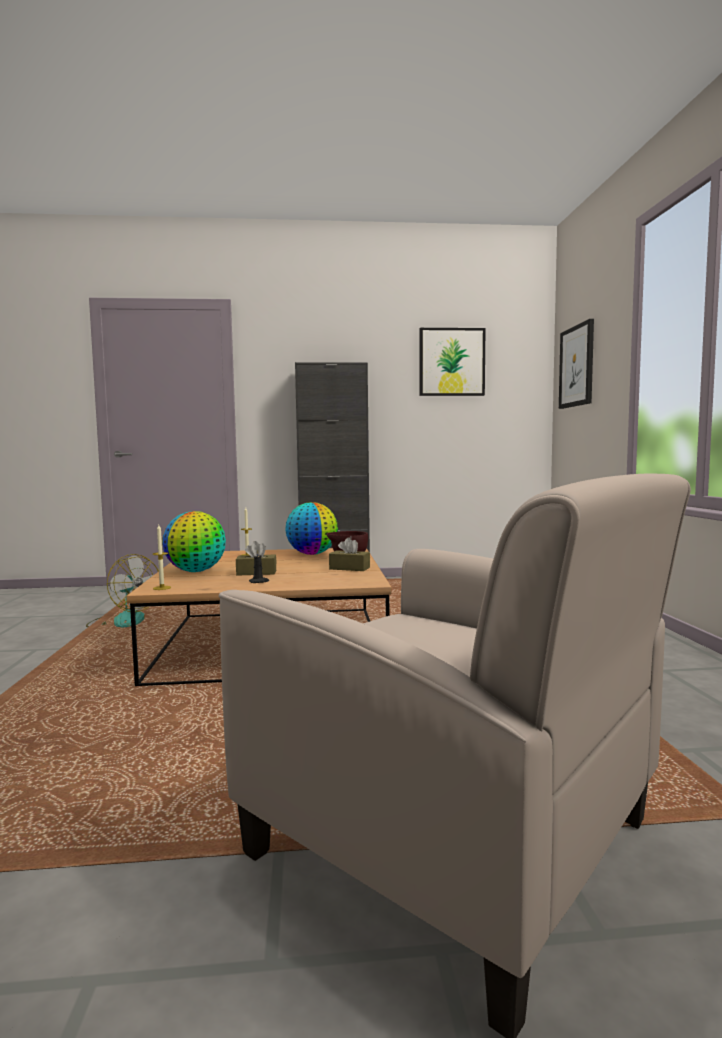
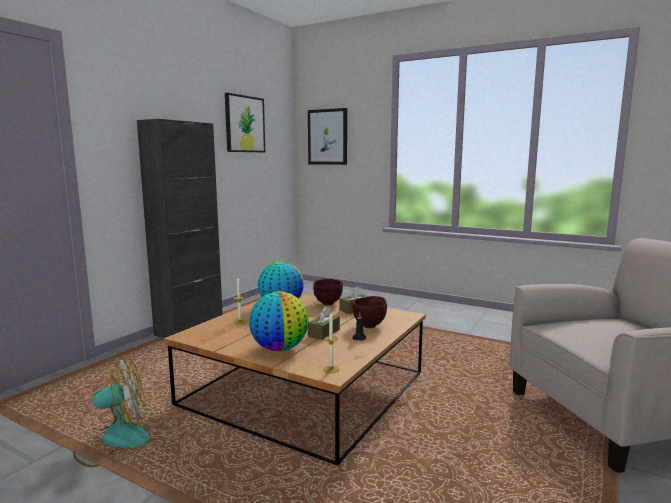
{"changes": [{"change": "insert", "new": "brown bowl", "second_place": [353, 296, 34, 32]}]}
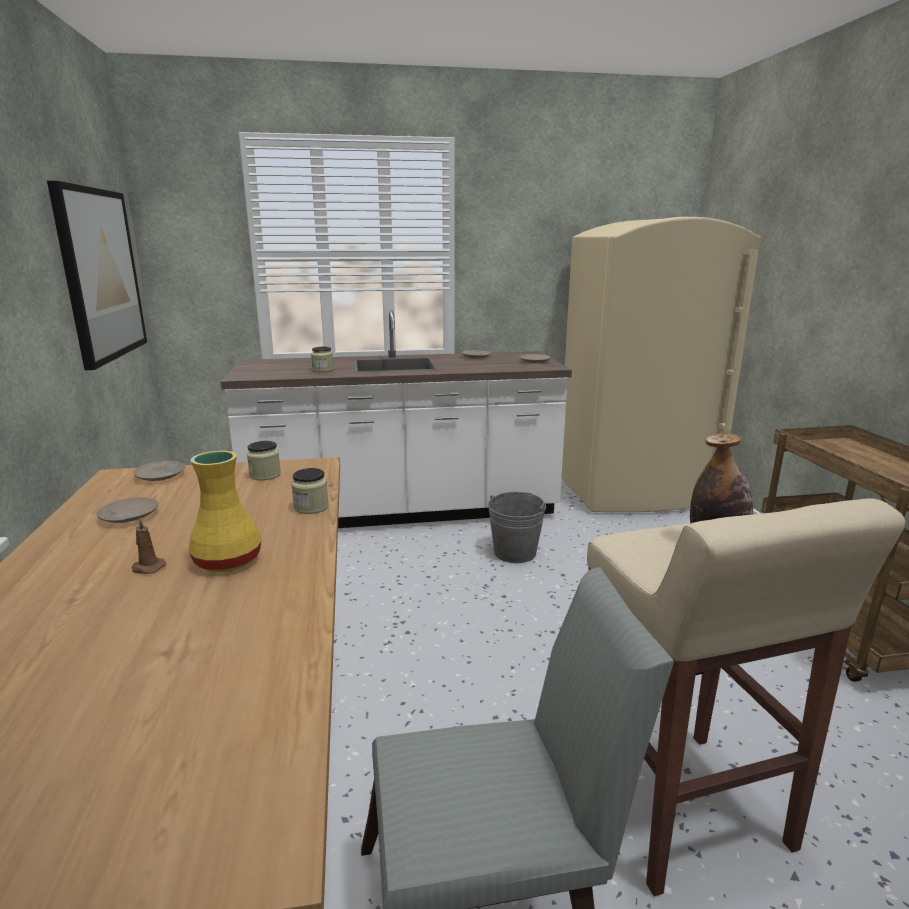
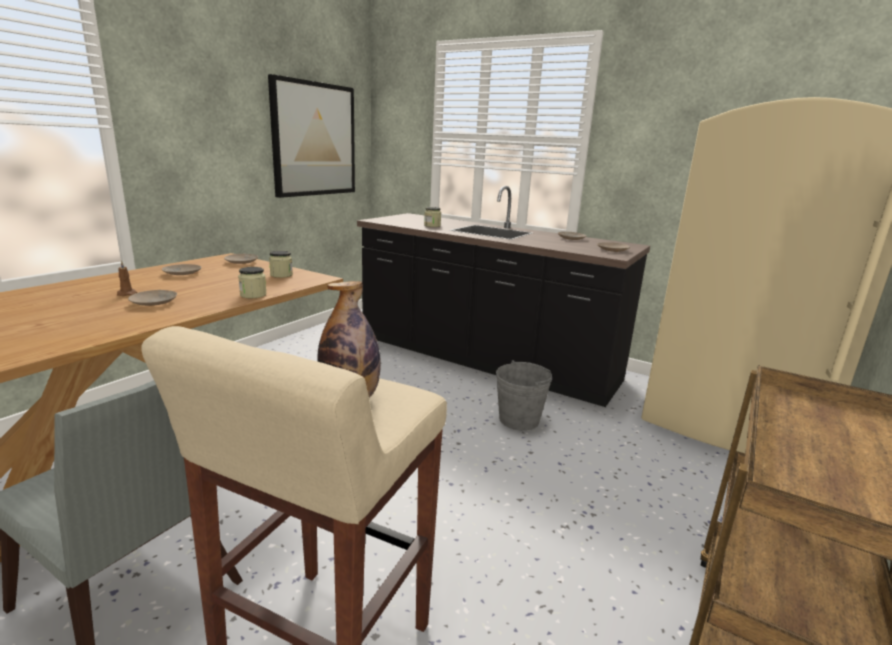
{"changes": [{"change": "replace", "old": "yellow vase", "new": "beige plate", "first_place": [189, 451, 73, 121], "second_place": [128, 290, 49, 16]}, {"change": "recolor", "old": "white counter", "new": "black counter", "first_place": [221, 310, 351, 218], "second_place": [357, 186, 293, 221]}]}
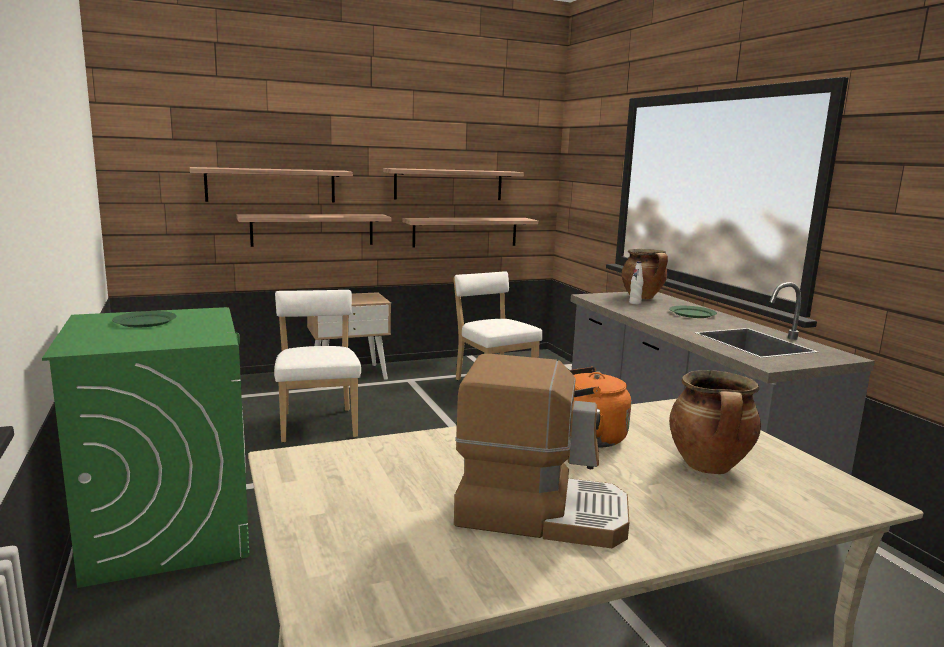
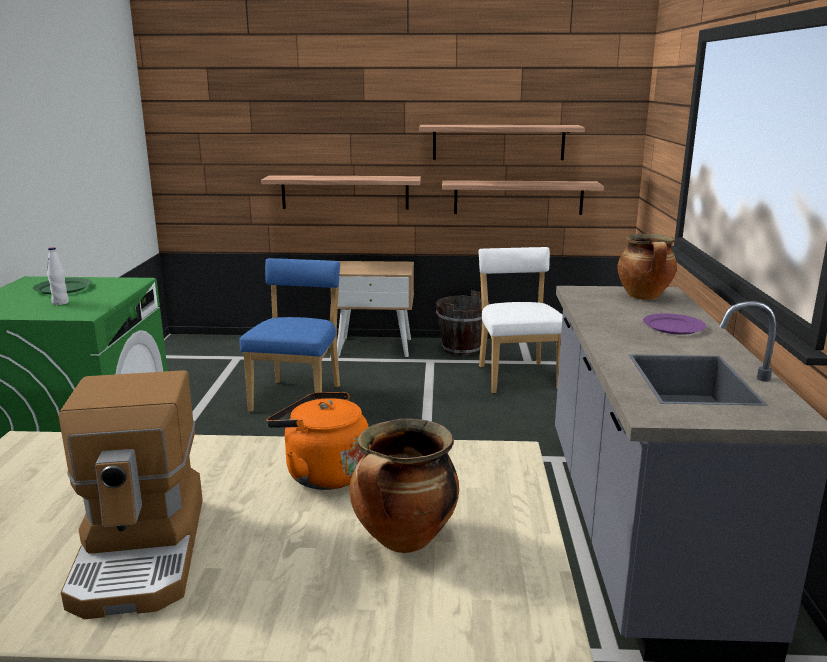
{"changes": [{"change": "delete", "old": "shelf", "first_place": [190, 167, 163, 35]}, {"change": "insert", "new": "brown bucket", "second_place": [436, 290, 54, 65]}, {"change": "move", "old": "white bottle", "first_place": [629, 261, 14, 43], "second_place": [47, 247, 22, 58]}, {"change": "recolor", "old": "white chair", "new": "blue chair", "first_place": [274, 290, 87, 153], "second_place": [239, 258, 101, 154]}, {"change": "recolor", "old": "green plate", "new": "purple plate", "first_place": [669, 306, 48, 12], "second_place": [643, 313, 63, 22]}, {"change": "rotate", "old": "coffee machine", "first_place": [454, 354, 175, 194], "second_place": [59, 370, 144, 249], "degrees": 45}]}
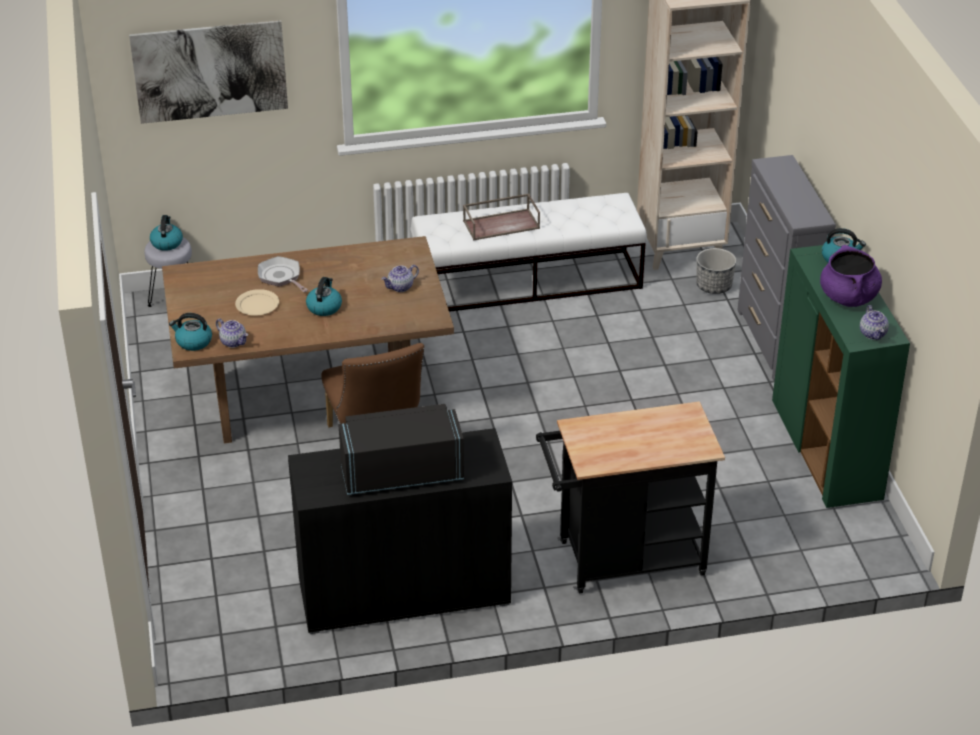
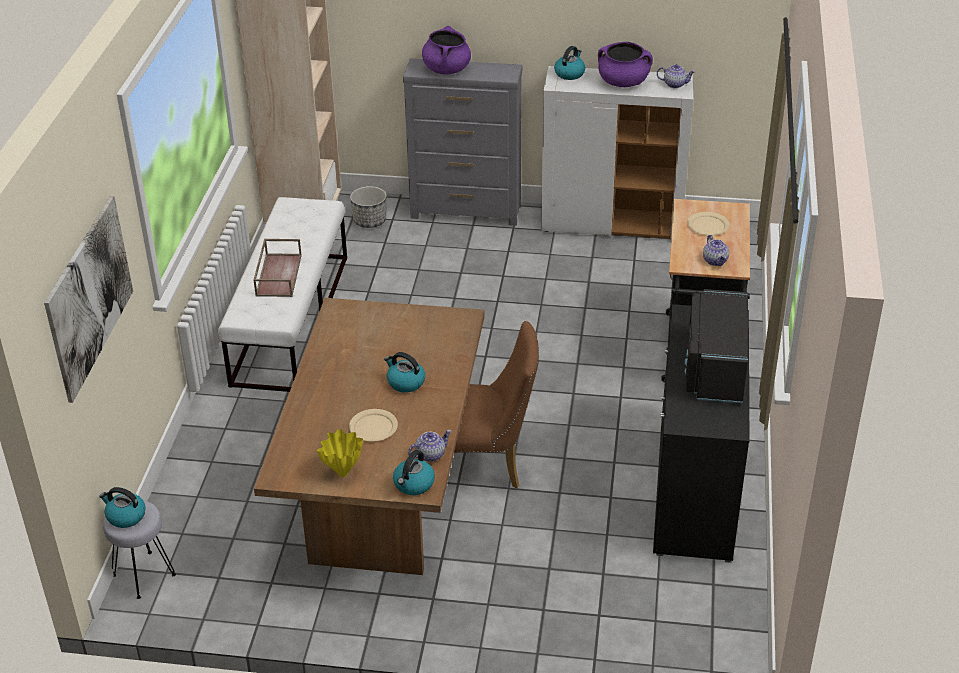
{"changes": [{"change": "delete", "old": "frying pan", "first_place": [258, 256, 50, 36]}, {"change": "insert", "new": "yellow vase", "second_place": [317, 429, 46, 48]}, {"change": "insert", "new": "purple cooking pot", "second_place": [422, 26, 49, 49]}, {"change": "insert", "new": "beige plate", "second_place": [687, 212, 43, 23]}, {"change": "move", "old": "teapot", "first_place": [381, 265, 38, 27], "second_place": [703, 235, 26, 31]}, {"change": "recolor", "old": "green cabinet", "new": "white cabinet", "first_place": [772, 245, 138, 263], "second_place": [541, 66, 152, 174]}]}
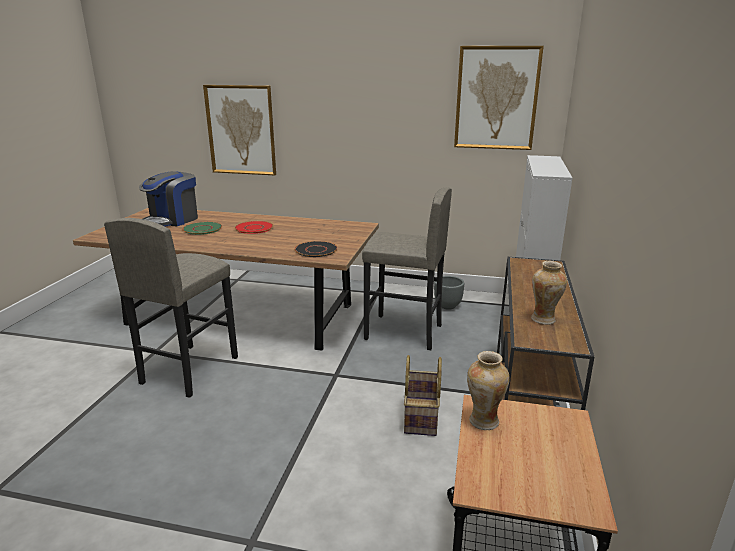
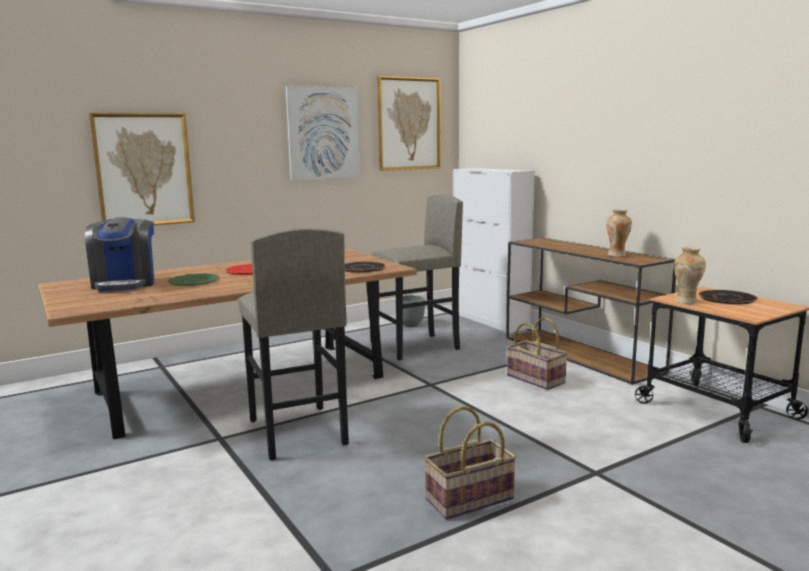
{"changes": [{"change": "insert", "new": "picture", "second_place": [286, 86, 74, 94]}, {"change": "insert", "new": "basket", "second_place": [424, 406, 92, 114]}, {"change": "insert", "new": "black plate", "second_place": [698, 290, 60, 14]}]}
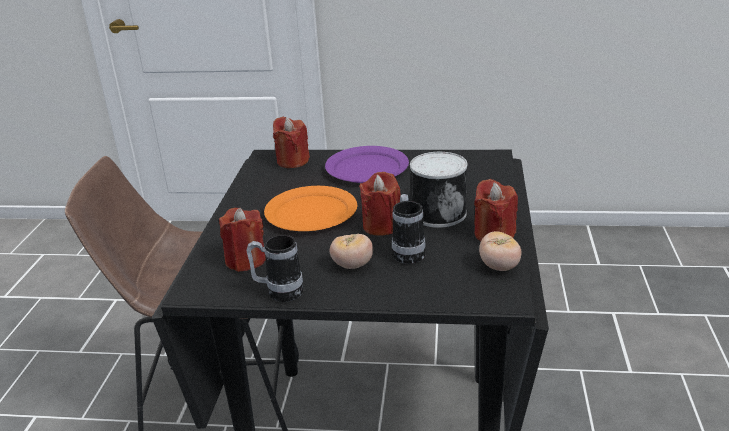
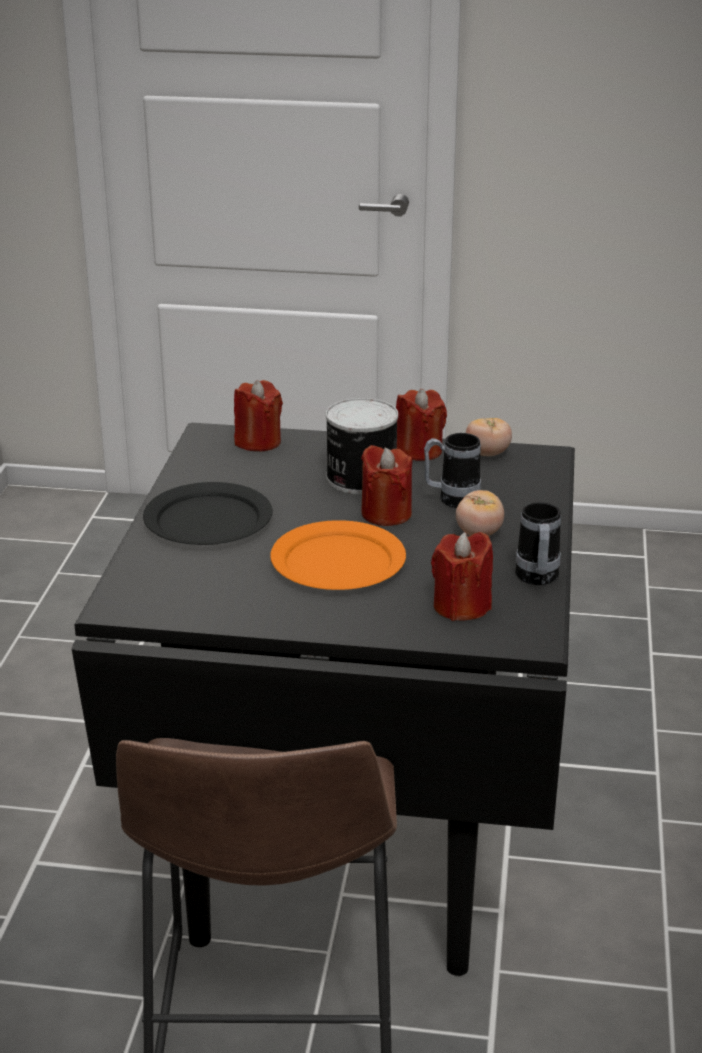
{"changes": [{"change": "move", "old": "red candle", "first_place": [273, 117, 37, 51], "second_place": [234, 380, 49, 71]}, {"change": "recolor", "old": "purple plate", "new": "black plate", "first_place": [325, 146, 84, 37], "second_place": [143, 482, 130, 63]}]}
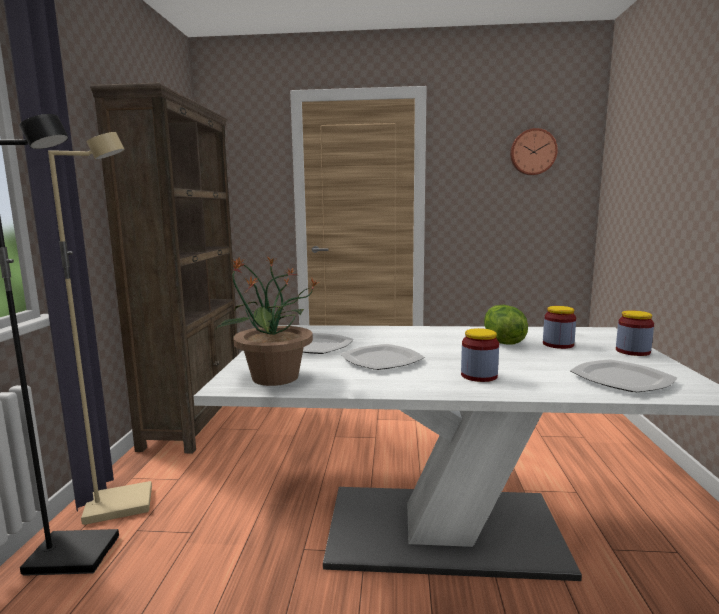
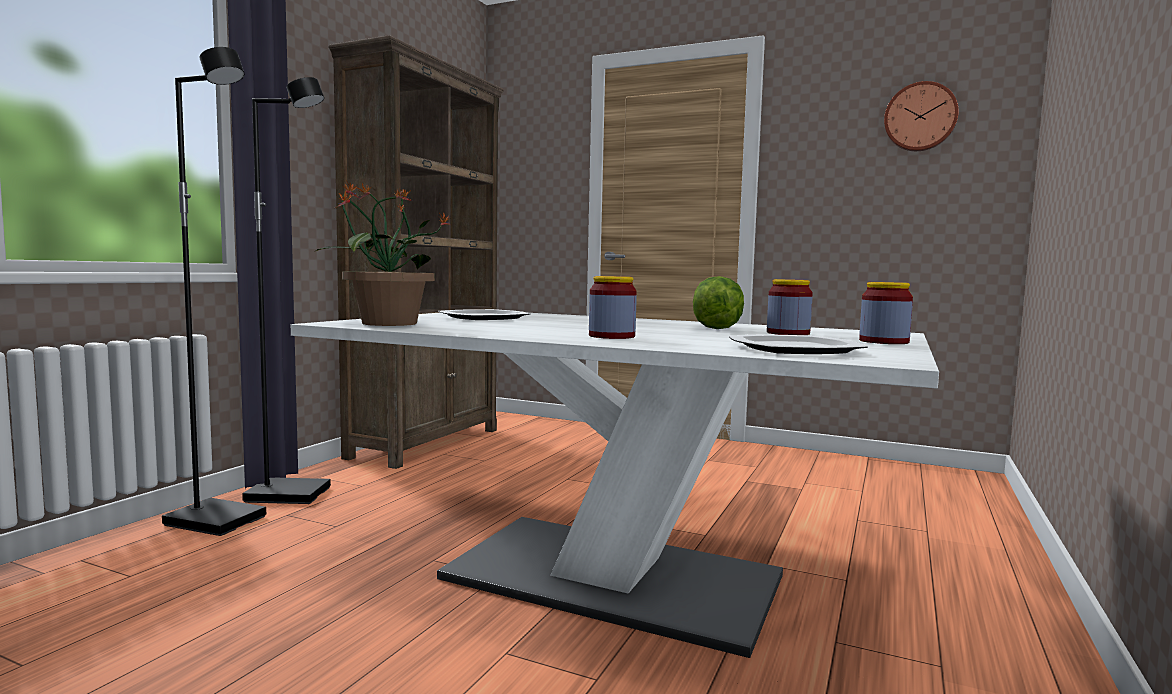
{"changes": [{"change": "delete", "old": "plate", "first_place": [341, 344, 84, 26]}, {"change": "recolor", "old": "beige floor lamp", "new": "black floor lamp", "first_place": [48, 132, 104, 393], "second_place": [242, 77, 89, 427]}]}
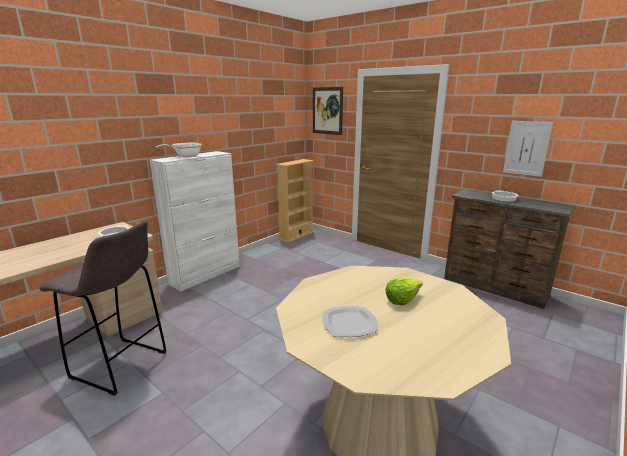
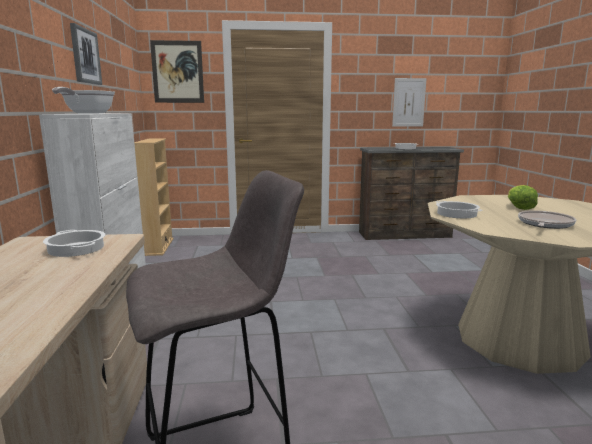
{"changes": [{"change": "insert", "new": "picture", "second_place": [70, 23, 32, 62]}, {"change": "insert", "new": "cooking pot", "second_place": [436, 201, 46, 17]}, {"change": "replace", "old": "plate", "new": "frying pan", "first_place": [322, 306, 56, 31], "second_place": [518, 210, 58, 19]}]}
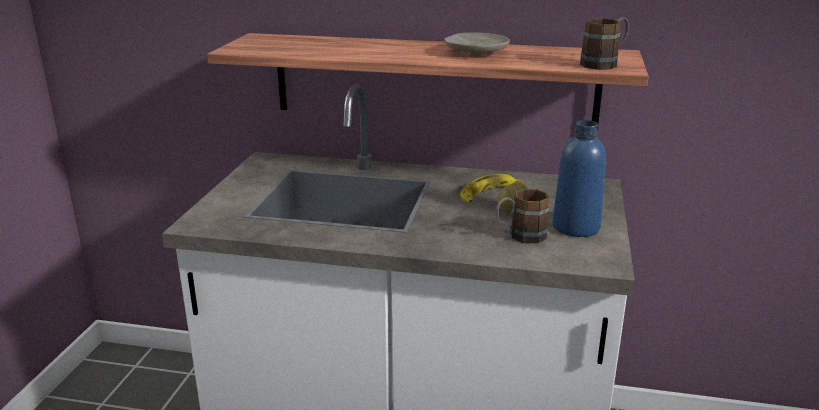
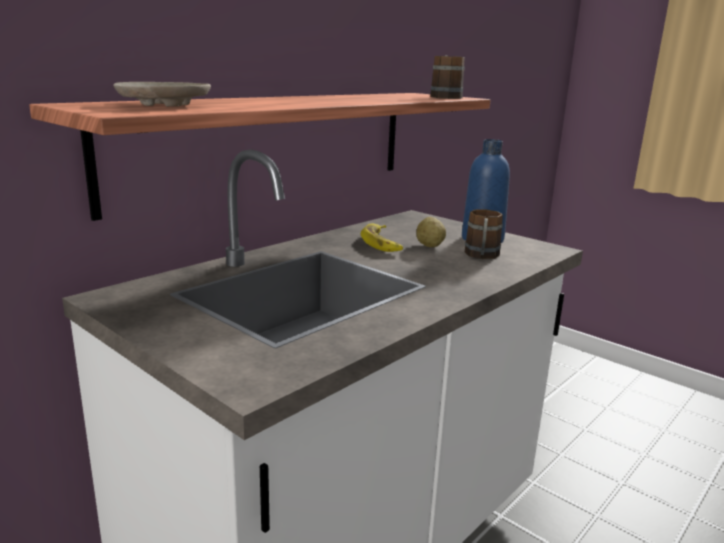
{"changes": [{"change": "move", "old": "beige plate", "first_place": [444, 32, 66, 24], "second_place": [114, 82, 97, 25]}]}
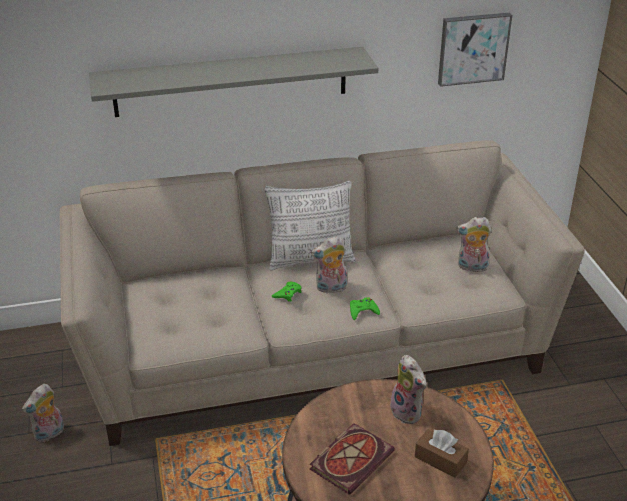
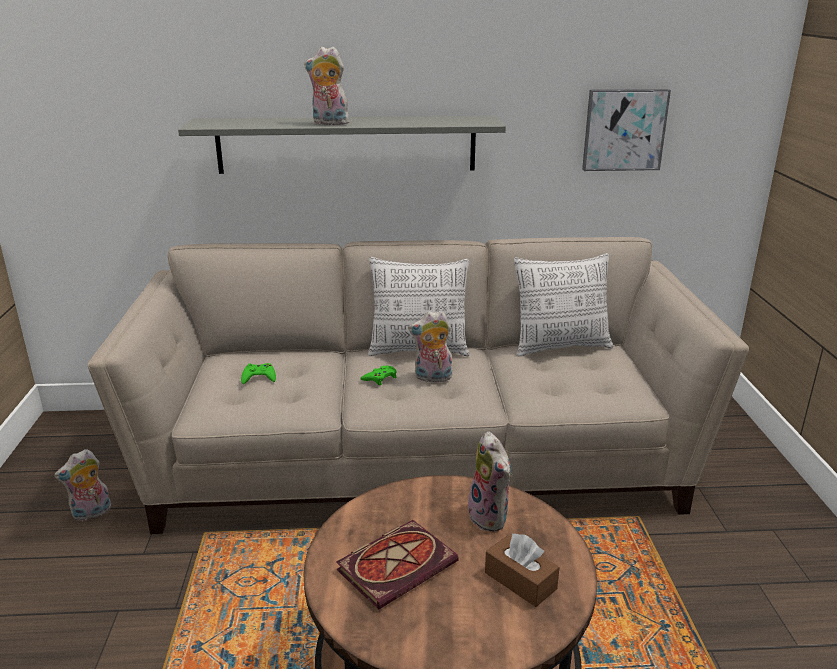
{"changes": [{"change": "insert", "new": "pillow", "second_place": [514, 253, 99, 104]}, {"change": "move", "old": "green game controller", "first_place": [350, 297, 30, 23], "second_place": [241, 363, 35, 21]}, {"change": "move", "old": "plush toy", "first_place": [456, 217, 36, 55], "second_place": [304, 46, 46, 79]}]}
